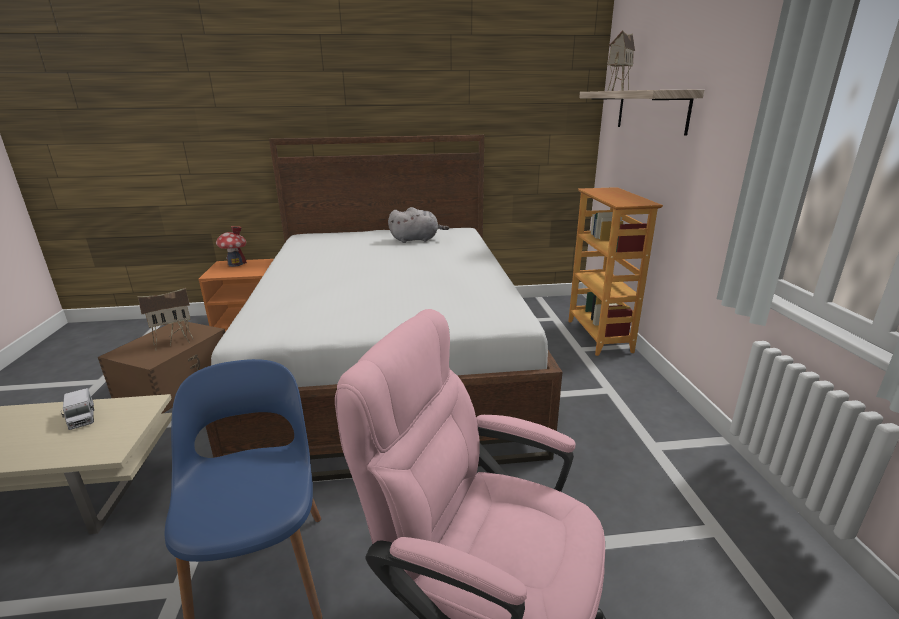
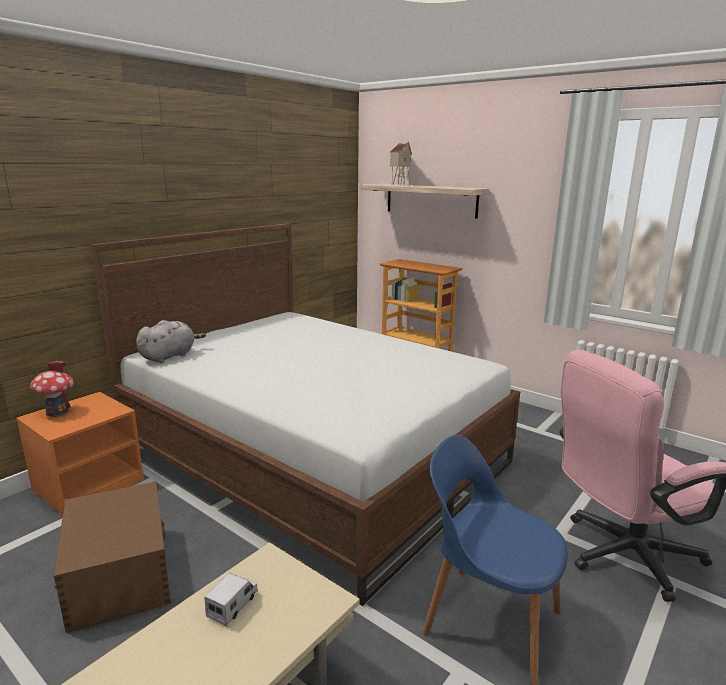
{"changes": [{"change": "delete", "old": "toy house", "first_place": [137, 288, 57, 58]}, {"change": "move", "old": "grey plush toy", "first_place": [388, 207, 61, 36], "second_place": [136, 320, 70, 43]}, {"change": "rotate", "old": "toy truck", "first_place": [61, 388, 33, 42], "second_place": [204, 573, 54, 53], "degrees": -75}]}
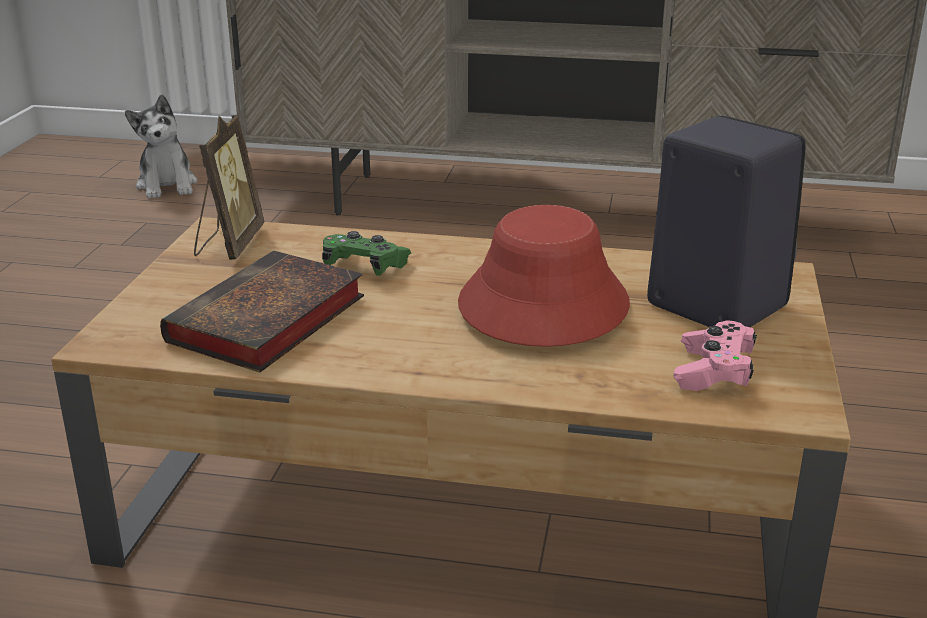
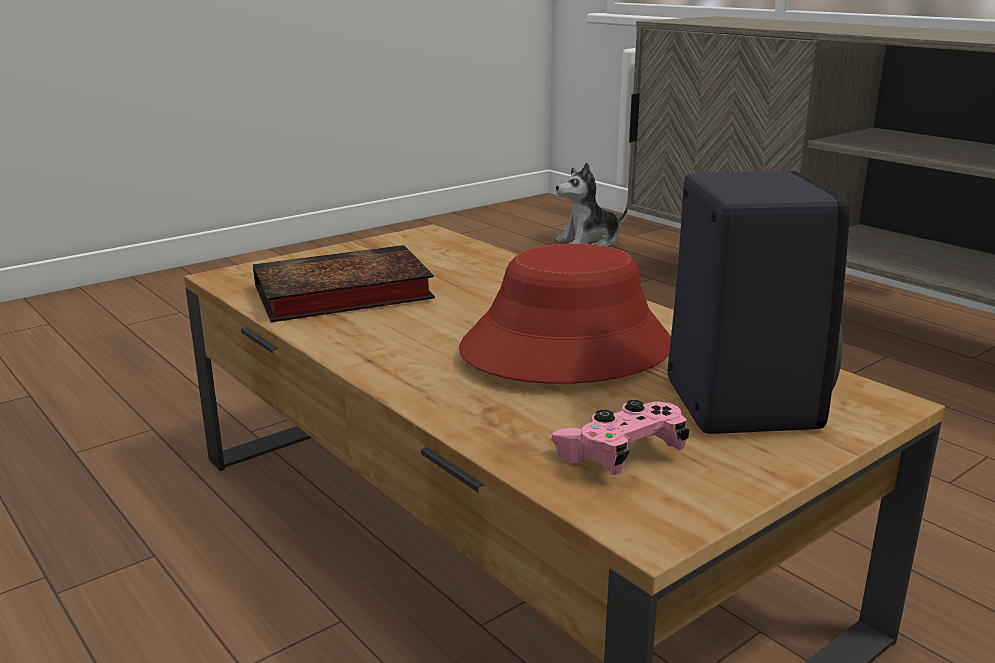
{"changes": [{"change": "delete", "old": "picture frame", "first_place": [194, 115, 70, 145]}, {"change": "delete", "old": "green game controller", "first_place": [322, 231, 89, 45]}, {"change": "rotate", "old": "plush toy", "first_place": [125, 95, 72, 104], "second_place": [556, 162, 72, 85], "degrees": 45}]}
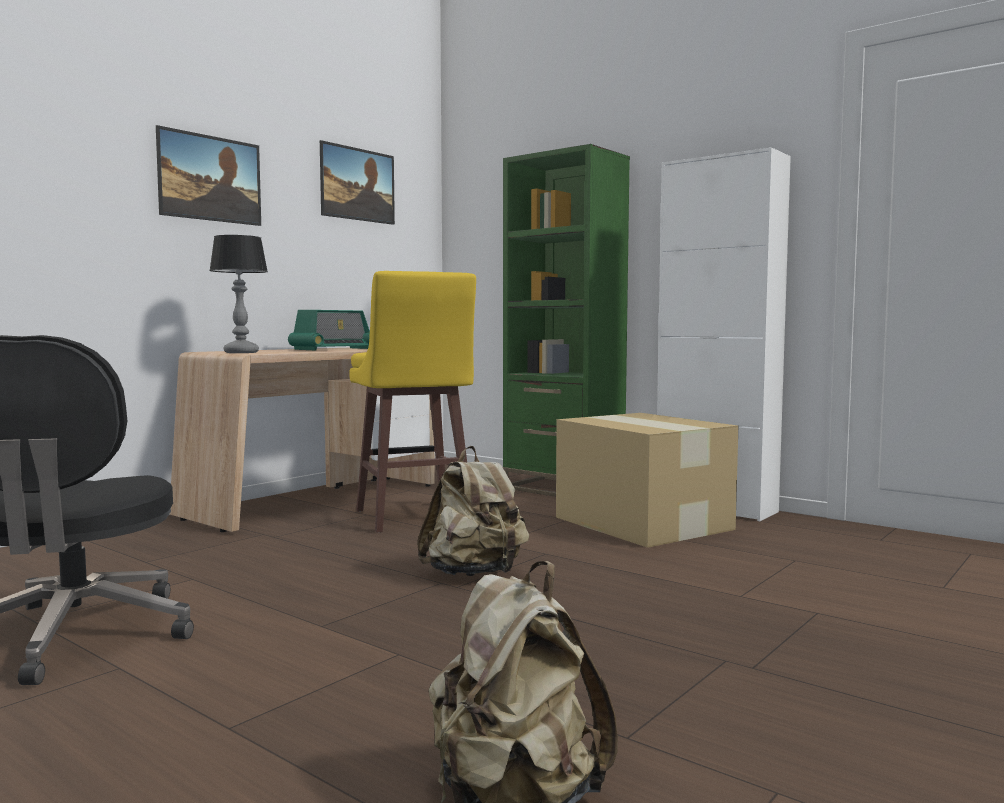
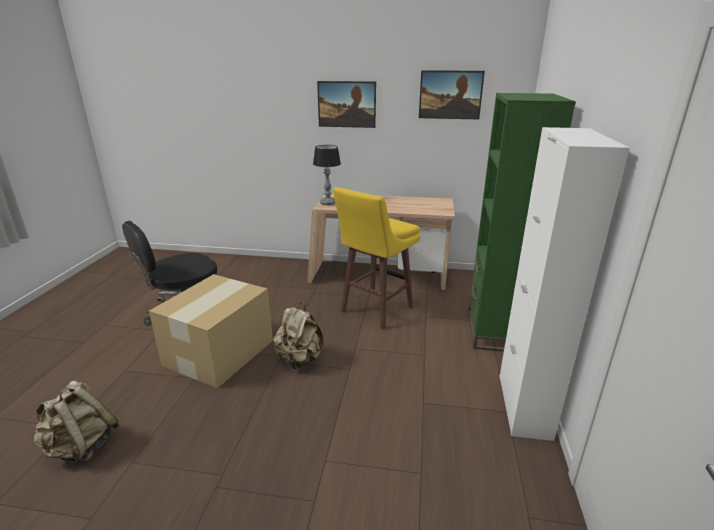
{"changes": [{"change": "delete", "old": "radio", "first_place": [288, 310, 82, 40]}, {"change": "move", "old": "cardboard box", "first_place": [556, 413, 182, 135], "second_place": [149, 274, 124, 114]}]}
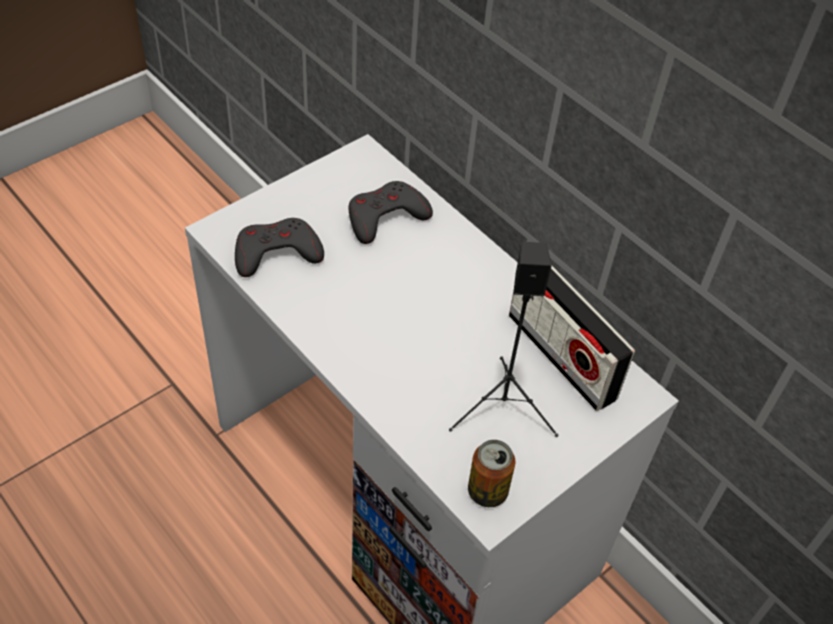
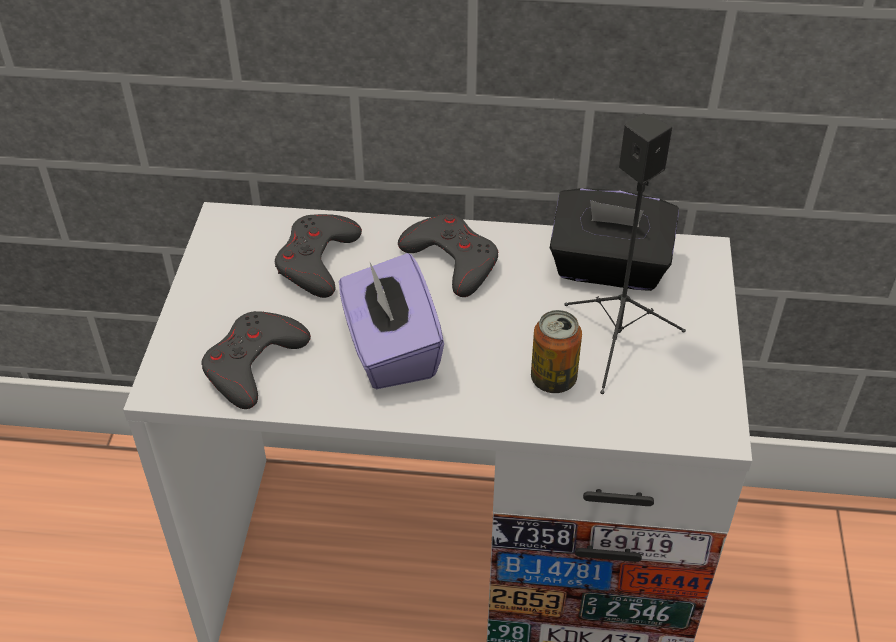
{"changes": [{"change": "insert", "new": "purple tissue box", "second_place": [339, 253, 105, 136]}, {"change": "insert", "new": "grey game controller", "second_place": [398, 214, 101, 83]}, {"change": "move", "old": "can", "first_place": [468, 440, 47, 67], "second_place": [531, 310, 51, 83]}, {"change": "replace", "old": "radio", "new": "black tissue box", "first_place": [509, 266, 126, 145], "second_place": [550, 188, 129, 103]}]}
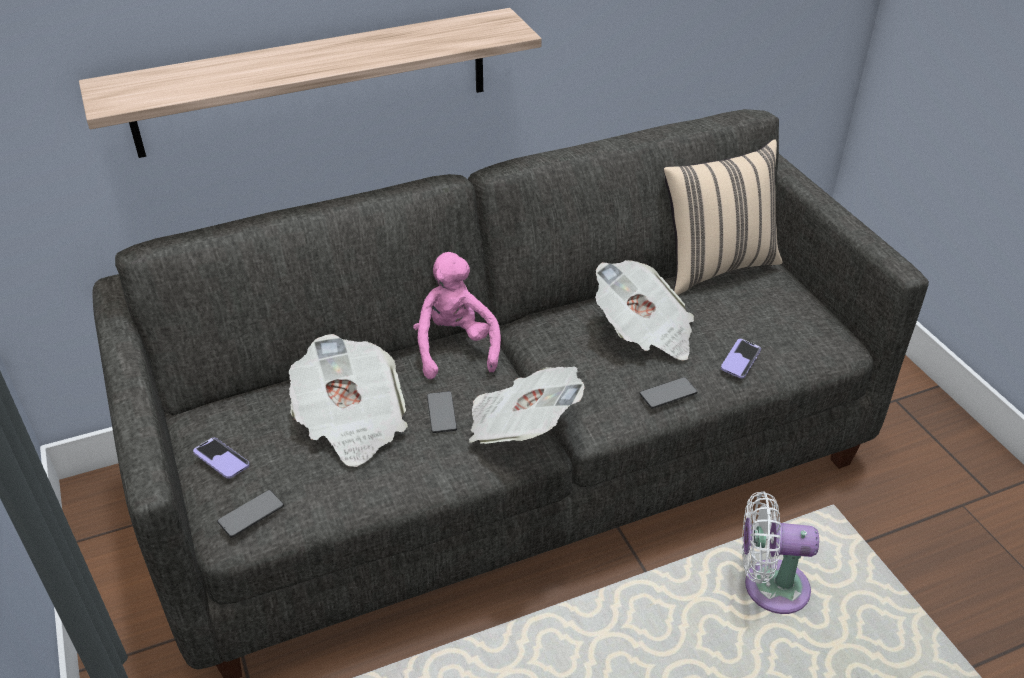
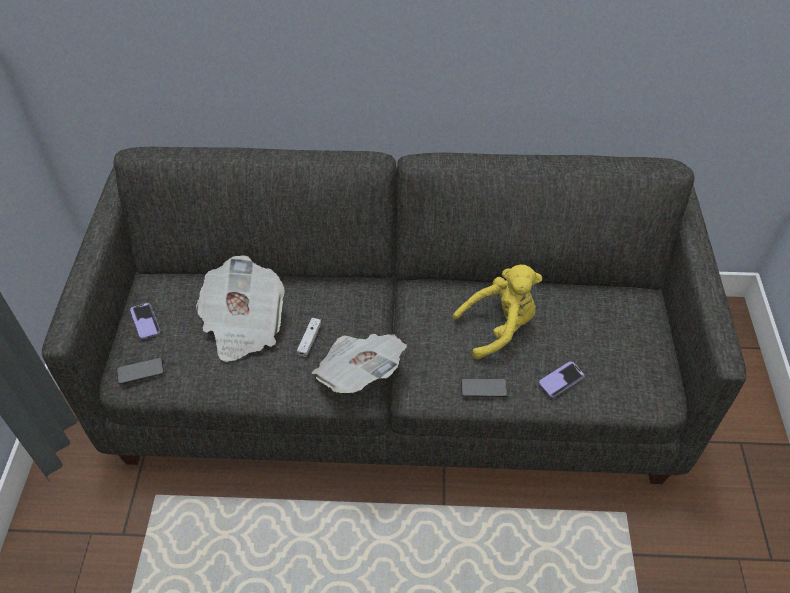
{"changes": [{"change": "delete", "old": "shelf", "first_place": [79, 8, 463, 150]}, {"change": "delete", "old": "pink plush toy", "first_place": [413, 252, 88, 127]}, {"change": "delete", "old": "beige pillow", "first_place": [663, 139, 120, 156]}, {"change": "delete", "old": "white fan", "first_place": [742, 491, 77, 123]}, {"change": "replace", "old": "phone", "new": "white game controller", "first_place": [427, 391, 30, 42], "second_place": [297, 318, 24, 39]}, {"change": "replace", "old": "newspaper", "new": "yellow plush toy", "first_place": [595, 260, 99, 101], "second_place": [452, 264, 90, 95]}]}
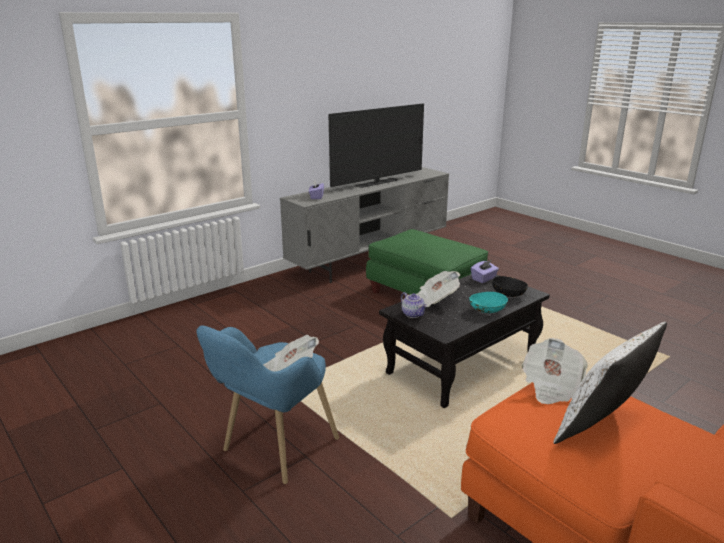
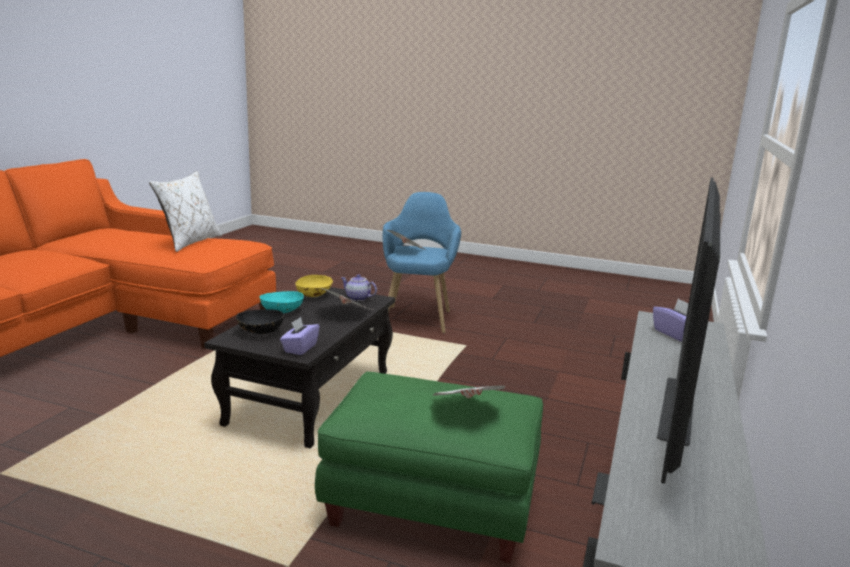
{"changes": [{"change": "insert", "new": "yellow bowl", "second_place": [295, 275, 38, 22]}, {"change": "move", "old": "newspaper", "first_place": [522, 338, 66, 66], "second_place": [433, 386, 72, 12]}]}
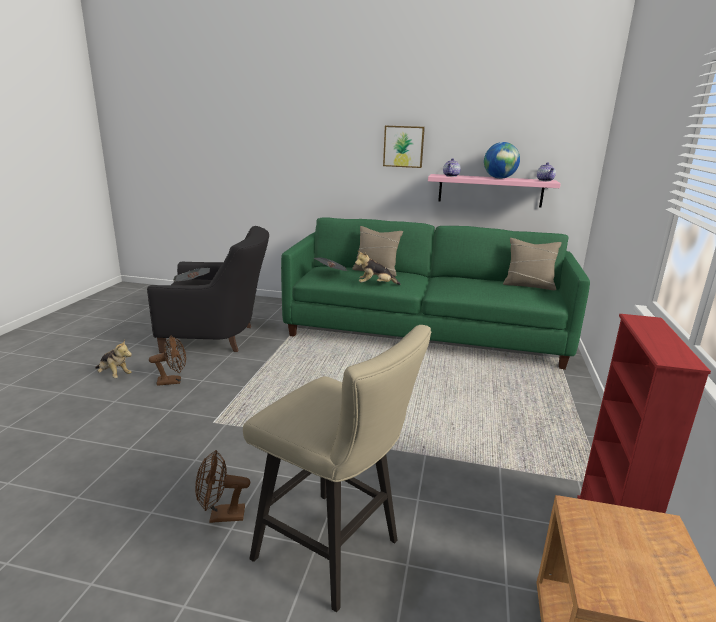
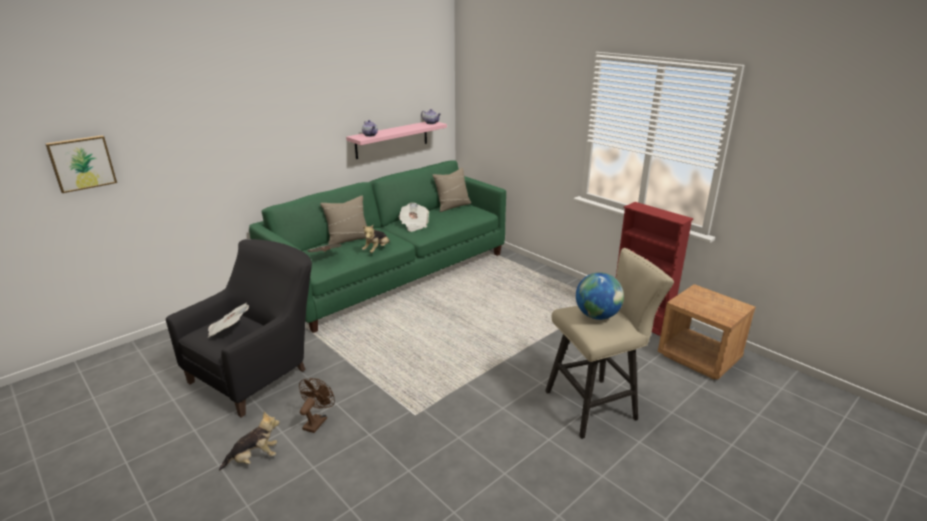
{"changes": [{"change": "delete", "old": "brown fan", "first_place": [195, 450, 55, 73]}, {"change": "insert", "new": "newspaper", "second_place": [399, 203, 30, 29]}, {"change": "move", "old": "picture", "first_place": [383, 126, 42, 42], "second_place": [45, 135, 72, 58]}, {"change": "move", "old": "globe", "first_place": [484, 142, 36, 37], "second_place": [576, 272, 48, 48]}]}
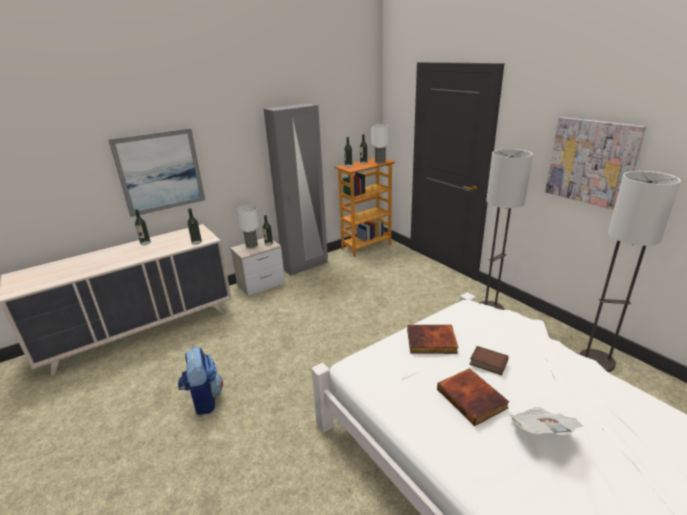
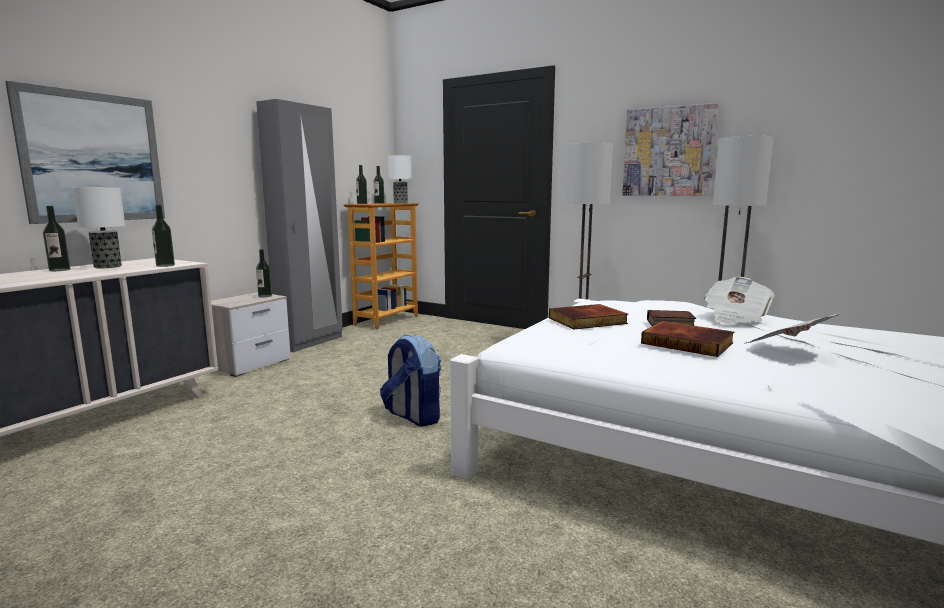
{"changes": [{"change": "insert", "new": "newspaper", "second_place": [704, 277, 71, 47]}, {"change": "move", "old": "backpack", "first_place": [178, 347, 45, 68], "second_place": [380, 335, 61, 91]}, {"change": "move", "old": "table lamp", "first_place": [236, 205, 23, 43], "second_place": [72, 187, 53, 81]}]}
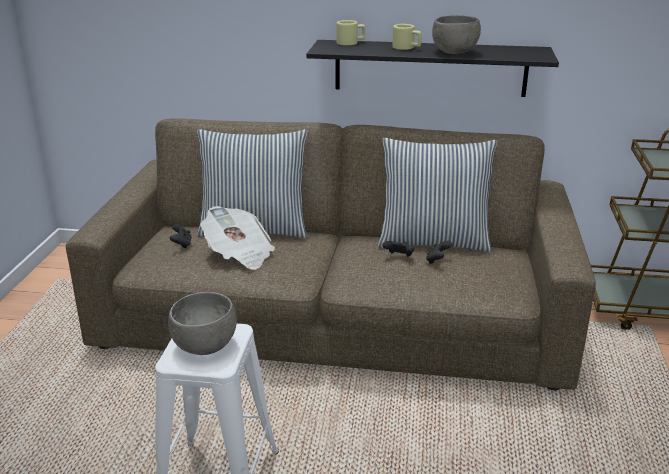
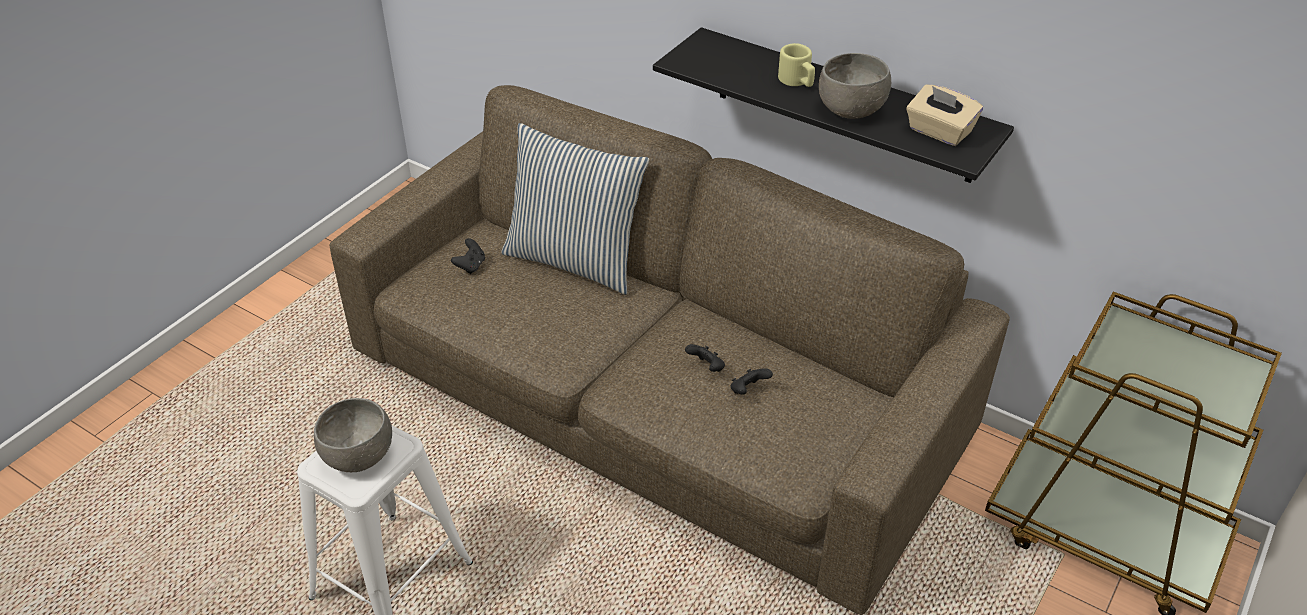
{"changes": [{"change": "delete", "old": "newspaper", "first_place": [201, 206, 74, 64]}, {"change": "delete", "old": "beige mug", "first_place": [337, 20, 28, 25]}, {"change": "delete", "old": "pillow", "first_place": [378, 138, 119, 114]}, {"change": "insert", "new": "beige tissue box", "second_place": [906, 84, 77, 62]}]}
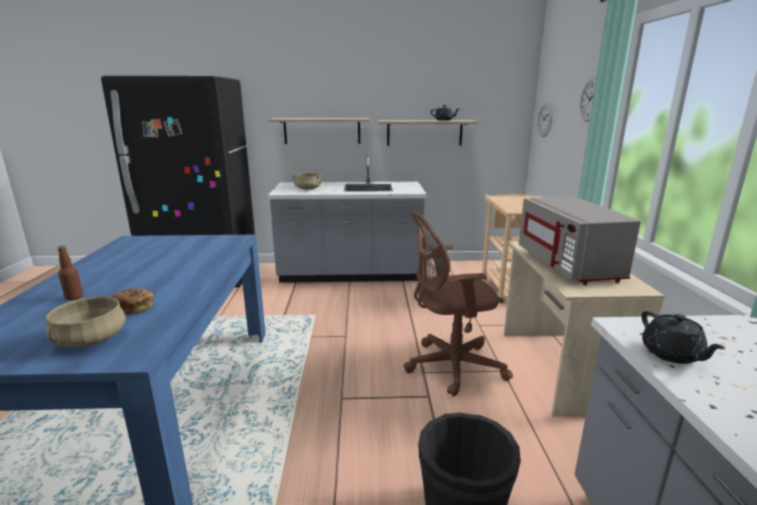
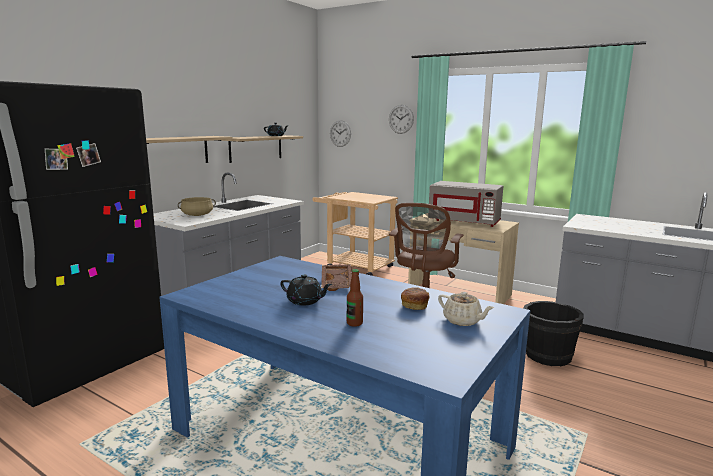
{"changes": [{"change": "insert", "new": "brown tray", "second_place": [321, 265, 31, 26]}, {"change": "move", "old": "black teapot", "first_place": [642, 311, 83, 53], "second_place": [280, 274, 52, 32]}, {"change": "replace", "old": "beige cooking pot", "new": "beige teapot", "first_place": [46, 296, 80, 52], "second_place": [438, 292, 56, 34]}]}
